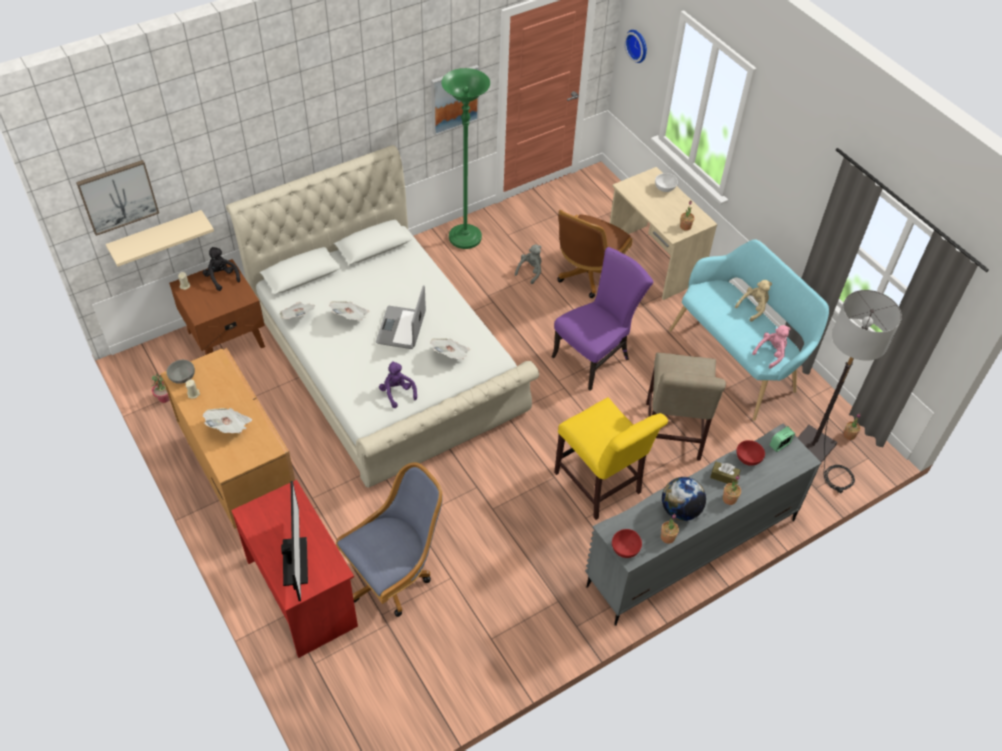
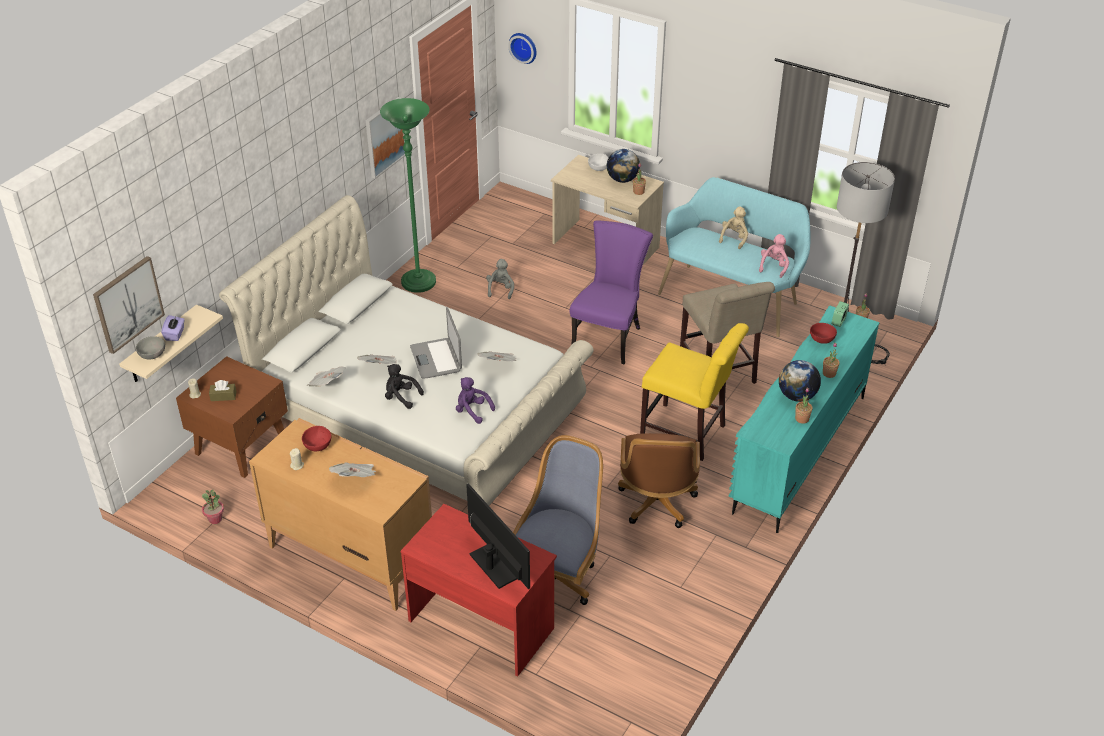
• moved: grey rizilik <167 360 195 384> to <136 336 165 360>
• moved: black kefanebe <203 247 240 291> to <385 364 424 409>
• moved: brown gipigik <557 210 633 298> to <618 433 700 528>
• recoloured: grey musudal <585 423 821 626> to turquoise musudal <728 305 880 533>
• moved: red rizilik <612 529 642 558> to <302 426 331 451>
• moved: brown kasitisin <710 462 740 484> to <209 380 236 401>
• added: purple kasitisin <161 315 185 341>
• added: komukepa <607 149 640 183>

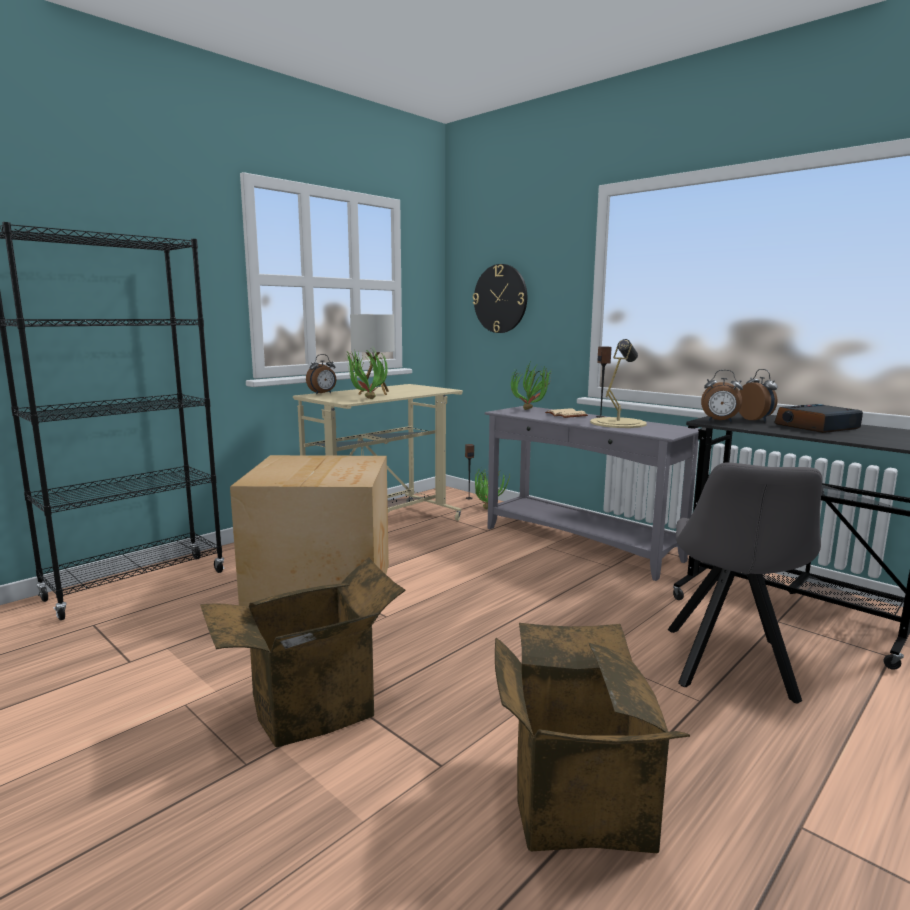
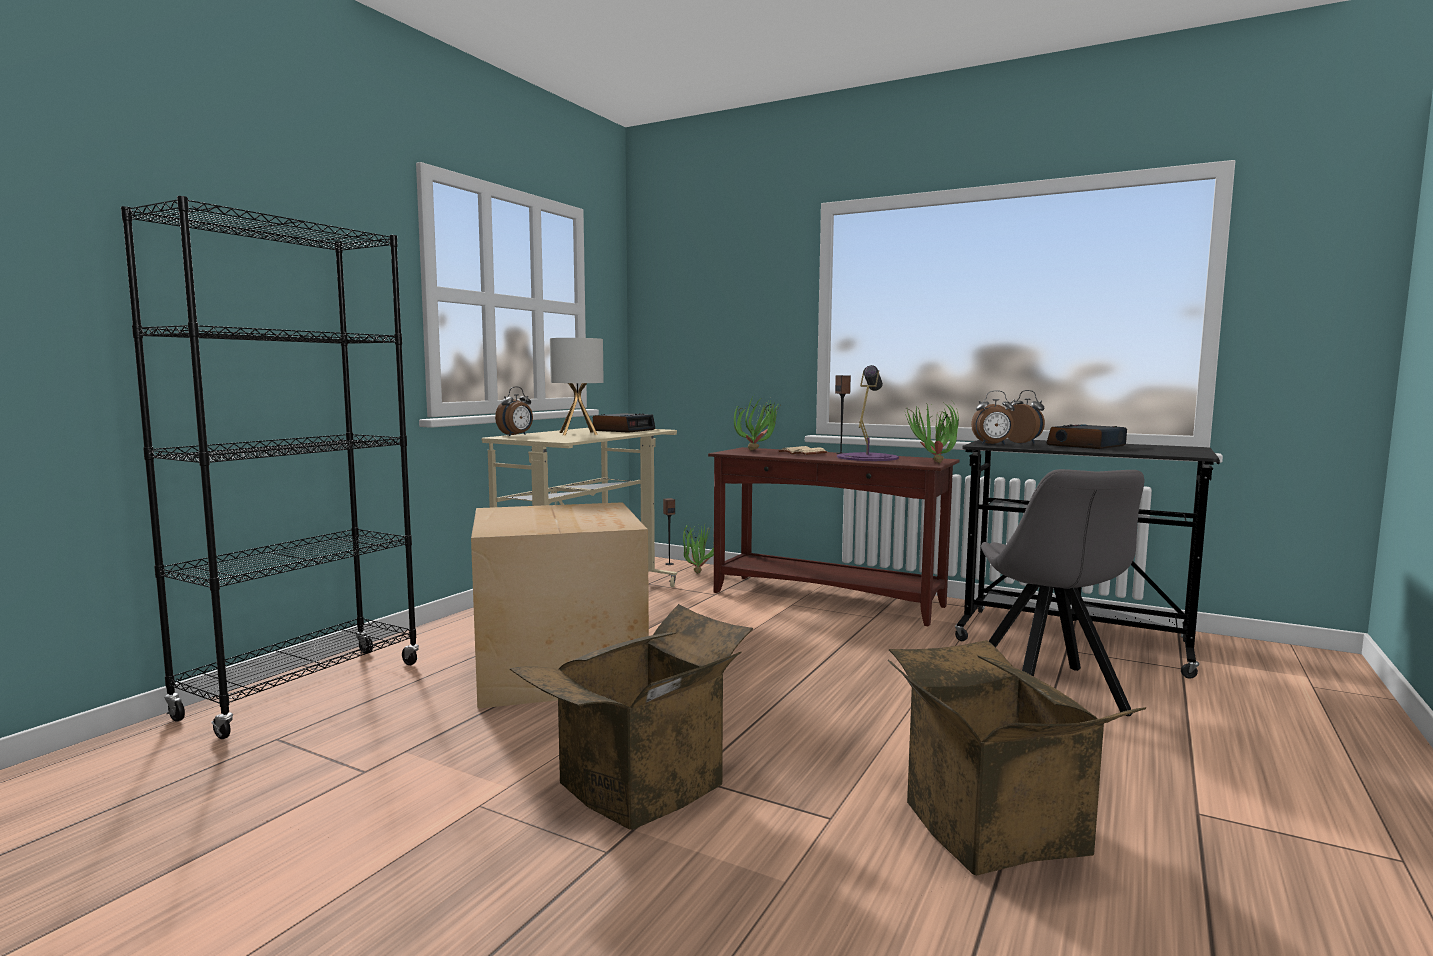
• moved: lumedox <343 349 388 399> to <905 403 959 463>
• removed: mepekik <473 264 527 333>
• recoloured: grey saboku <485 406 702 581> to brown saboku <708 447 960 626>
• recoloured: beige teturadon <590 339 647 428> to purple teturadon <837 365 899 461>
• added: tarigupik <593 413 655 433>

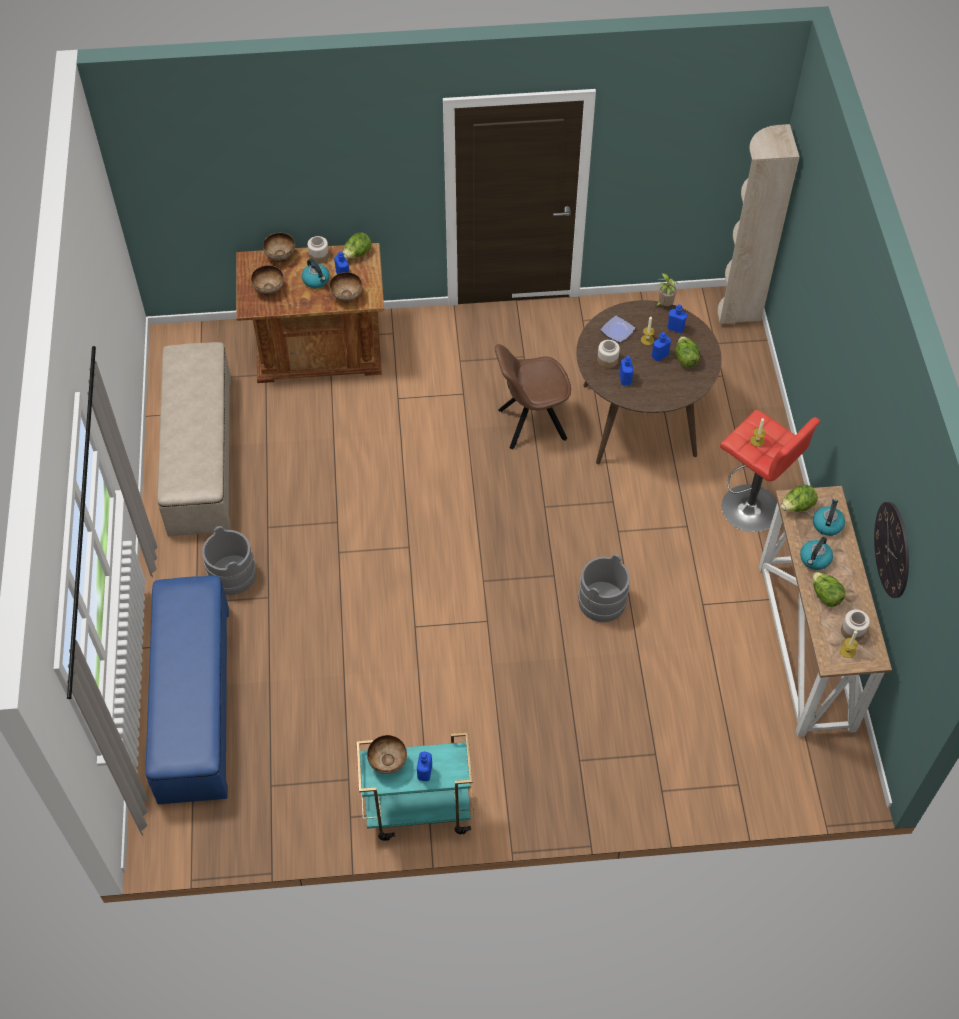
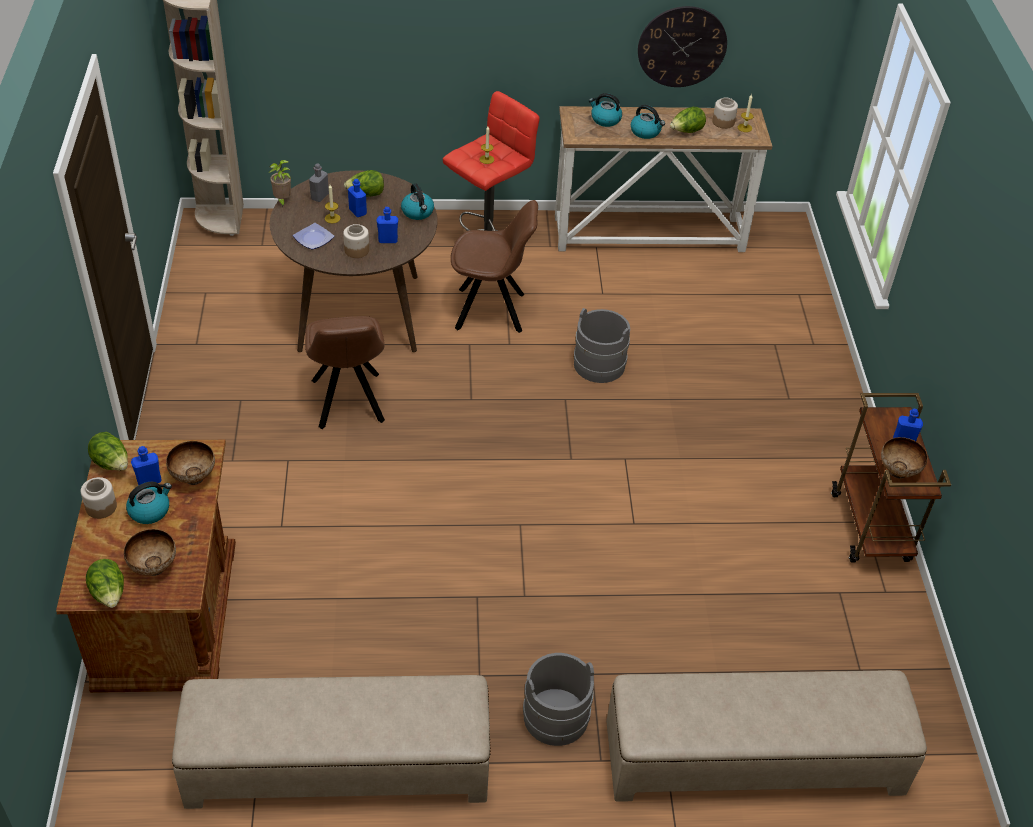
• recoloured: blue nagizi <145 576 229 804> to beige nagizi <606 670 927 802>
• removed: rizilik <263 233 295 262>
• recoloured: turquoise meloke <357 732 473 841> to brown meloke <831 393 951 563>
• recoloured: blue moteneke <667 304 687 333> to grey moteneke <309 163 329 202>
• moved: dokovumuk <781 485 818 512> to <86 559 124 608>
• added: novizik <401 184 434 220>
• added: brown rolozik <451 200 538 333>

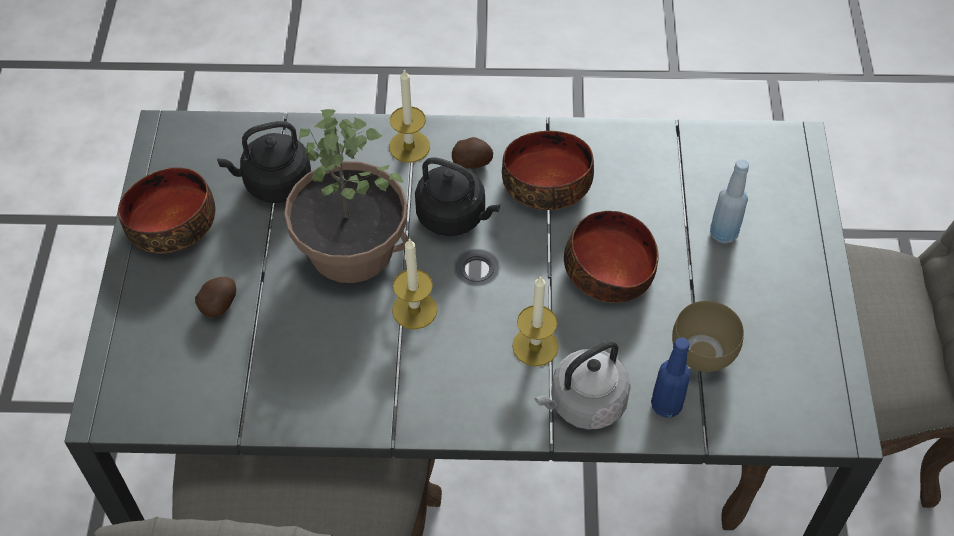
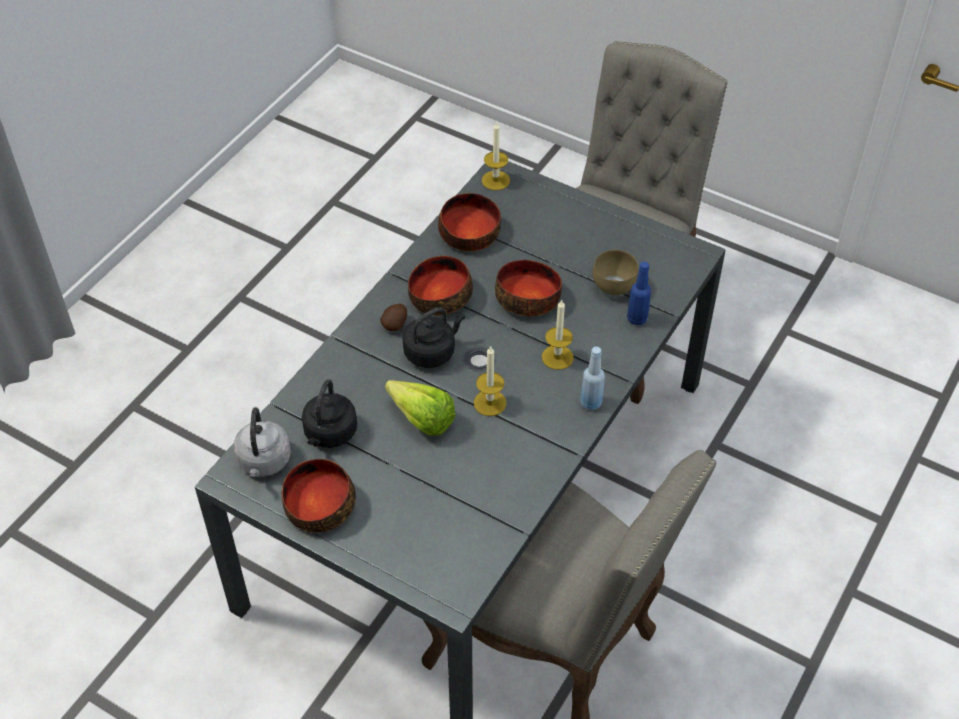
• removed: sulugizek <195 277 236 318>
• replaced: lumedox <284 109 409 283> to dokovumuk <385 380 456 436>
• moved: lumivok <389 68 430 163> to <482 121 510 190>
• moved: grey novizik <535 341 631 430> to <234 407 291 477>
• moved: blue moteneke <710 159 749 243> to <581 347 605 410>
• added: rizilik <438 193 501 251>

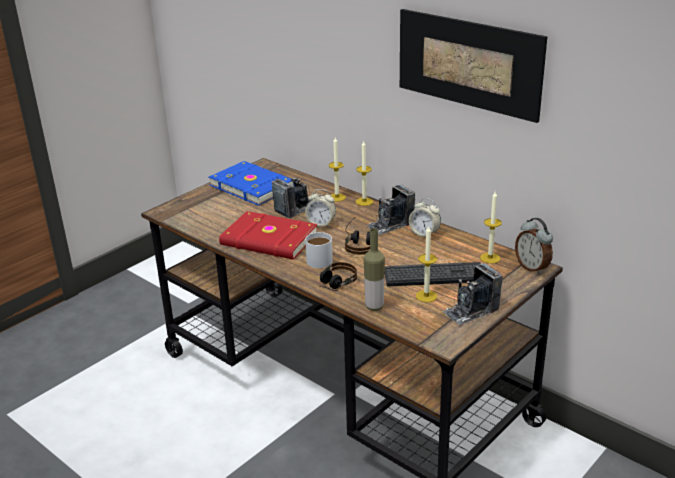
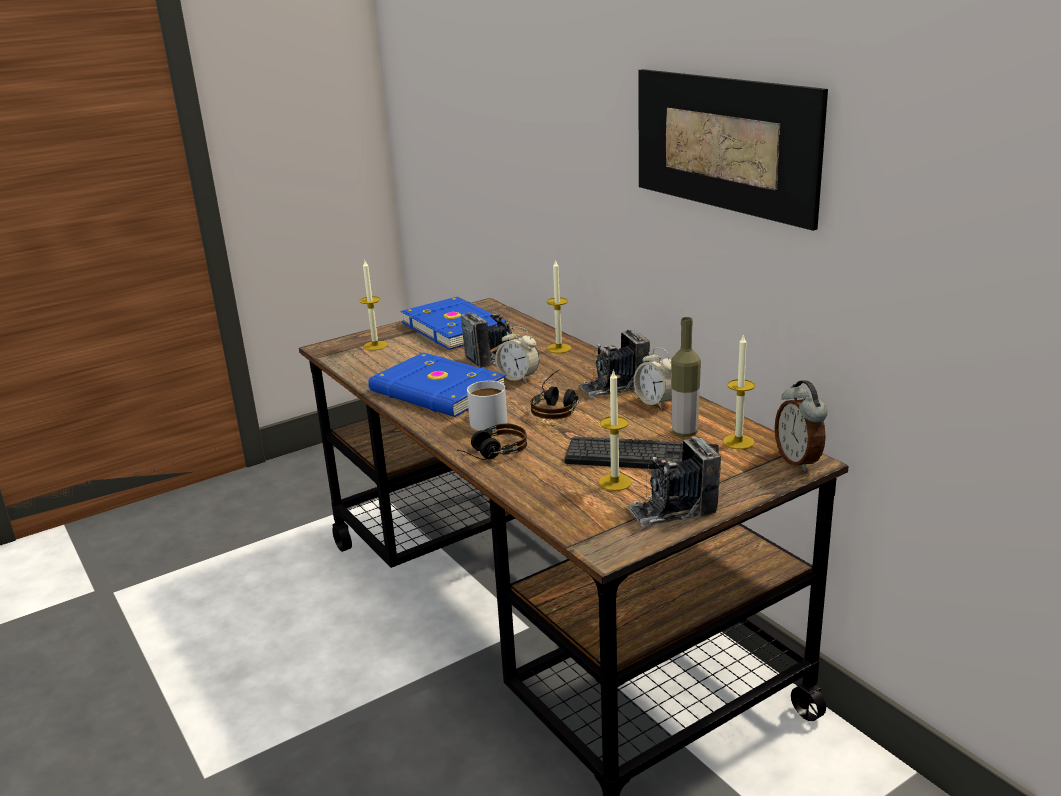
• recoloured: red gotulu <219 211 317 260> to blue gotulu <368 352 507 417>
• moved: lumivok <356 141 373 206> to <359 261 388 351>
• moved: moteneke <364 228 385 311> to <671 317 701 437>

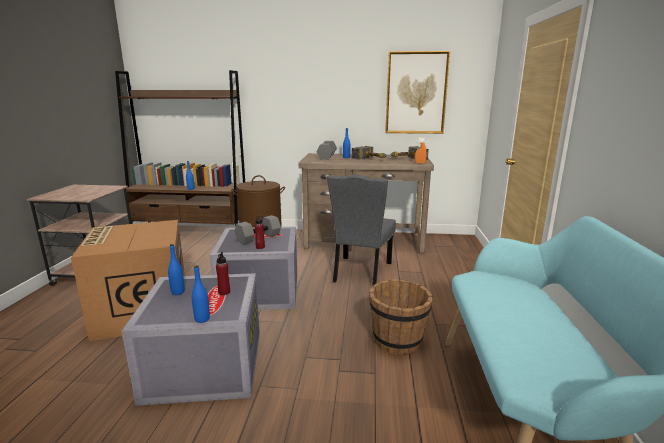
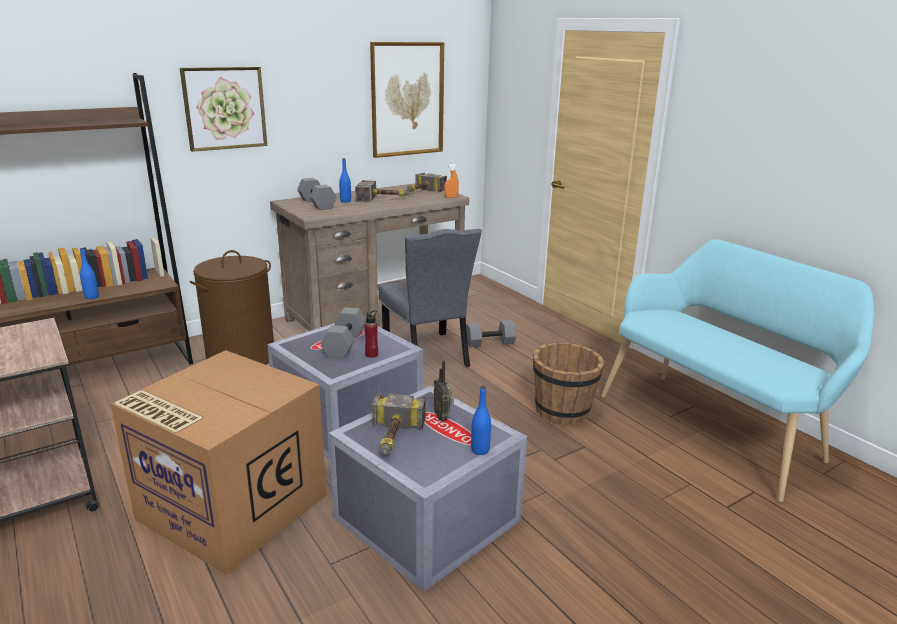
• replaced: blue moteneke <168 244 185 295> to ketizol <372 393 426 454>
• replaced: red moteneke <216 252 230 295> to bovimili <434 360 454 421>
• added: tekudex <180 67 267 152>
• added: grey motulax <466 320 516 347>

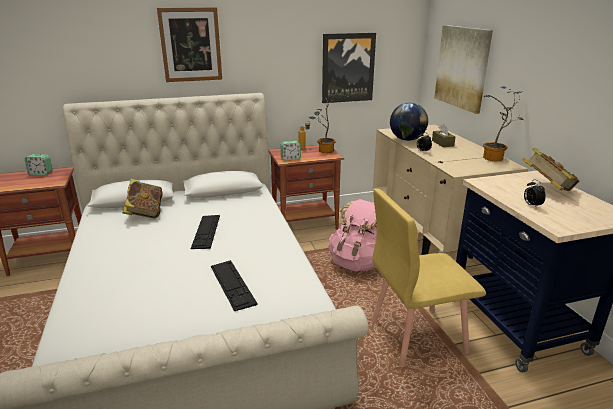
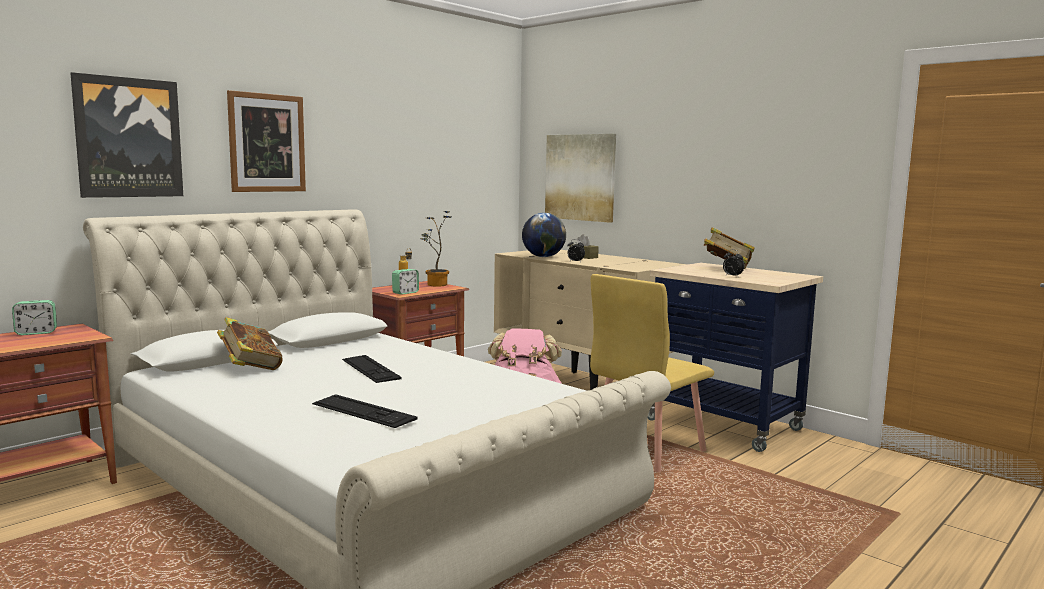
• moved: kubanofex <211 260 258 311> to <312 394 418 428>
• moved: tekudex <322 33 376 103> to <70 72 183 198>
• removed: lumedox <483 86 523 161>

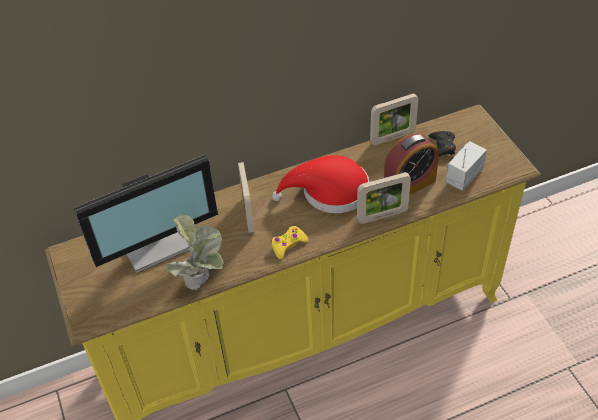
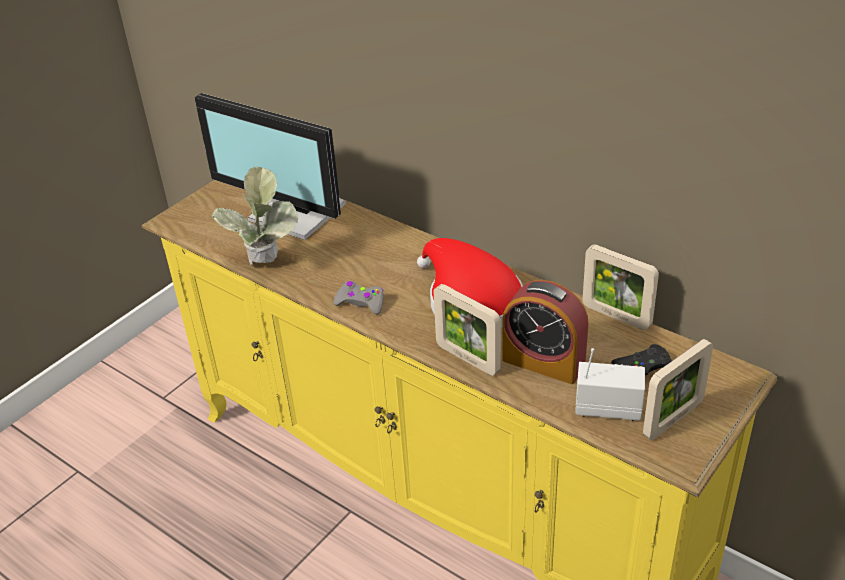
• moved: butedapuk <238 162 254 233> to <643 339 713 440>
• recoloured: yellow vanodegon <271 226 309 259> to grey vanodegon <334 281 384 314>

